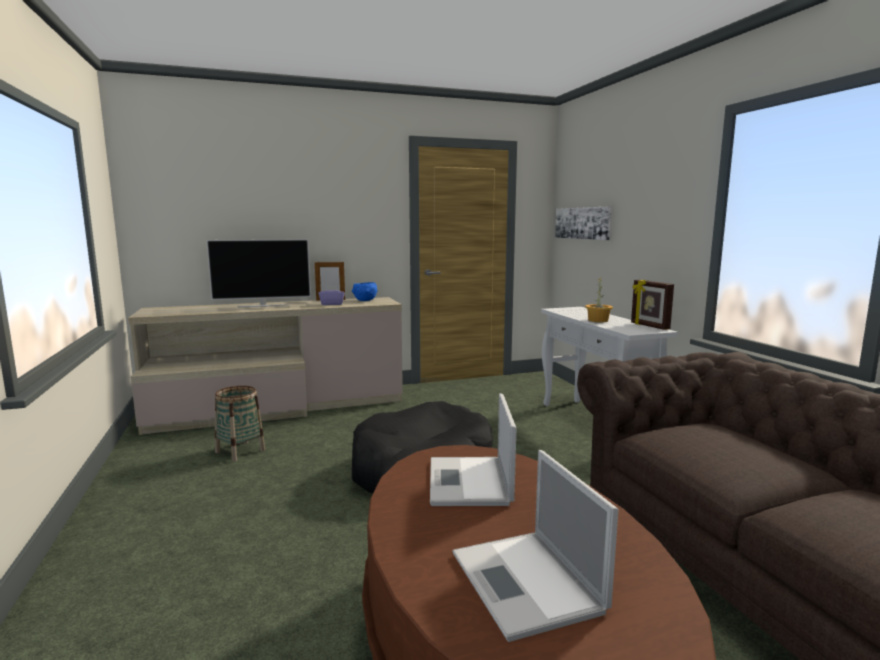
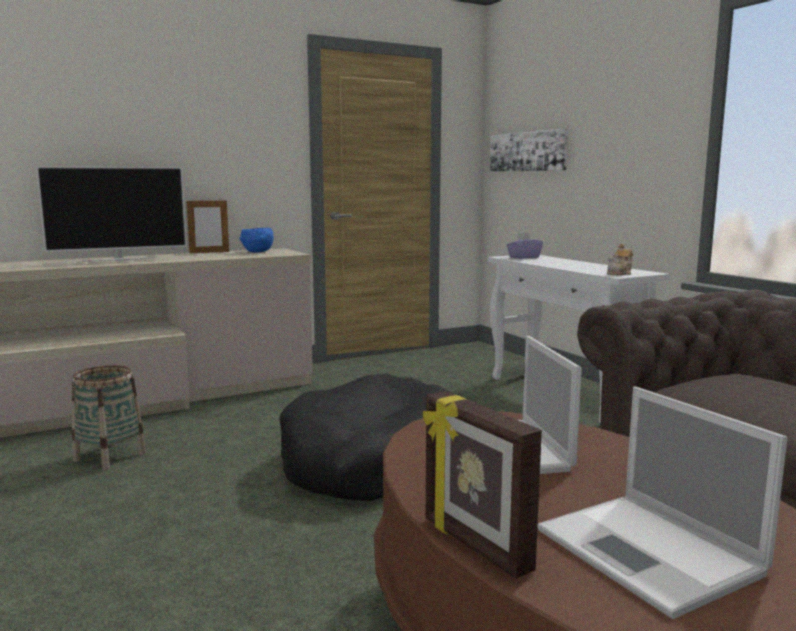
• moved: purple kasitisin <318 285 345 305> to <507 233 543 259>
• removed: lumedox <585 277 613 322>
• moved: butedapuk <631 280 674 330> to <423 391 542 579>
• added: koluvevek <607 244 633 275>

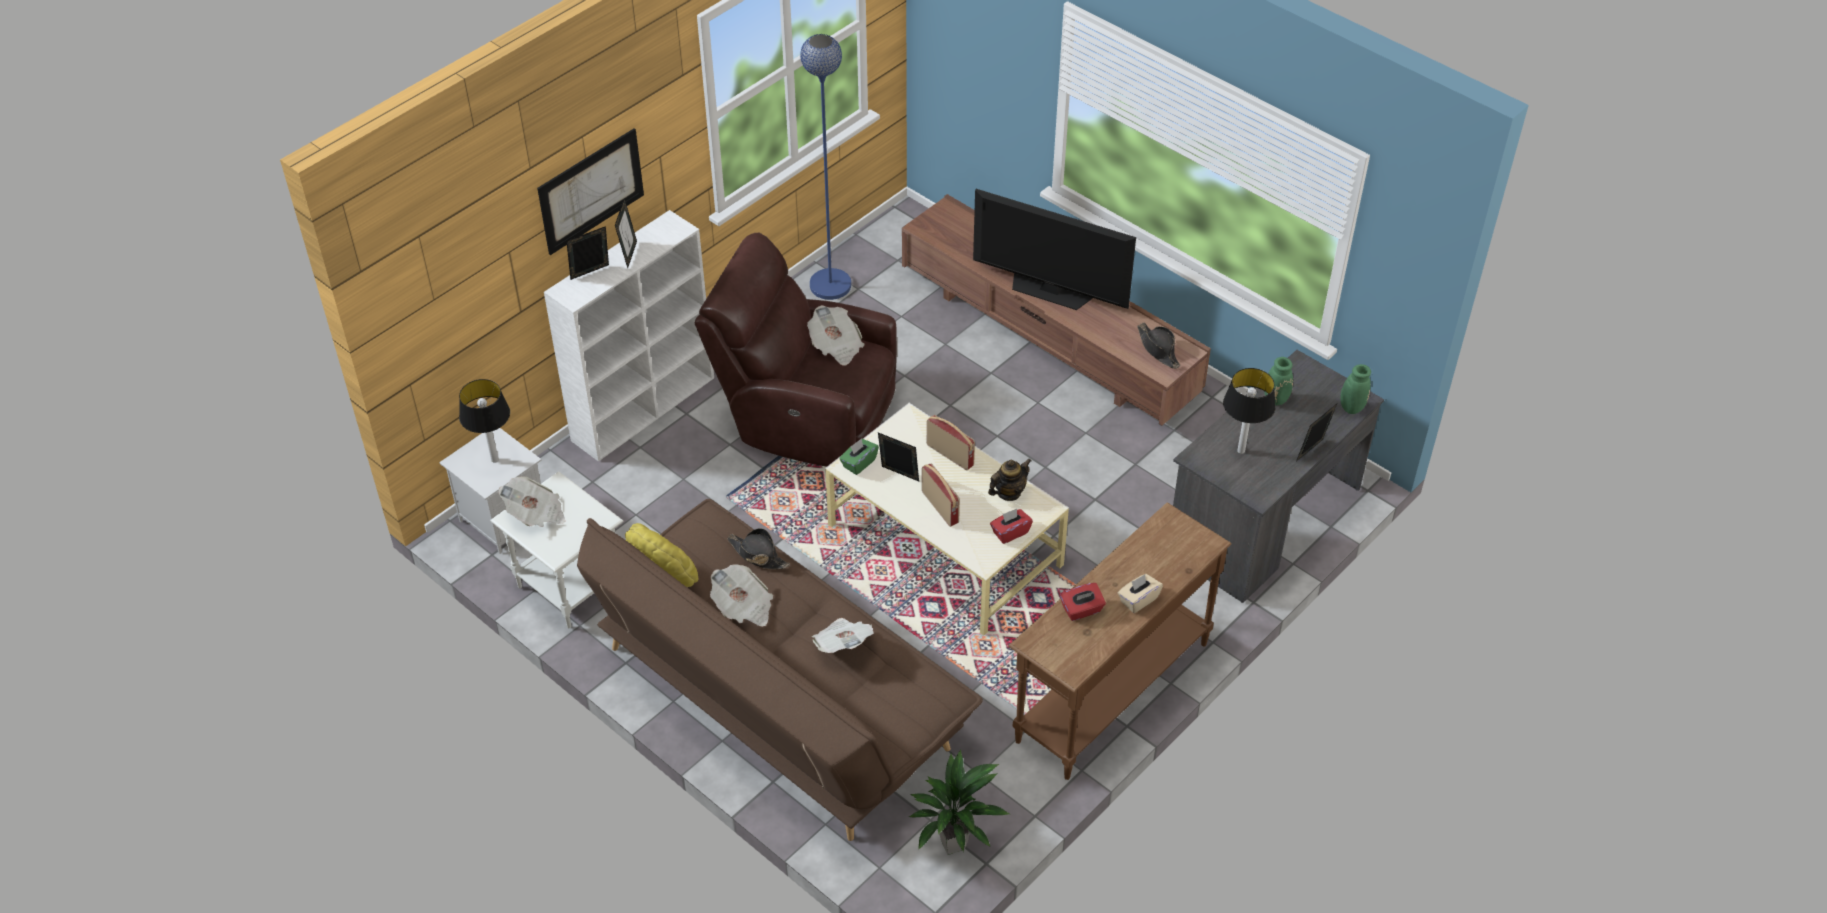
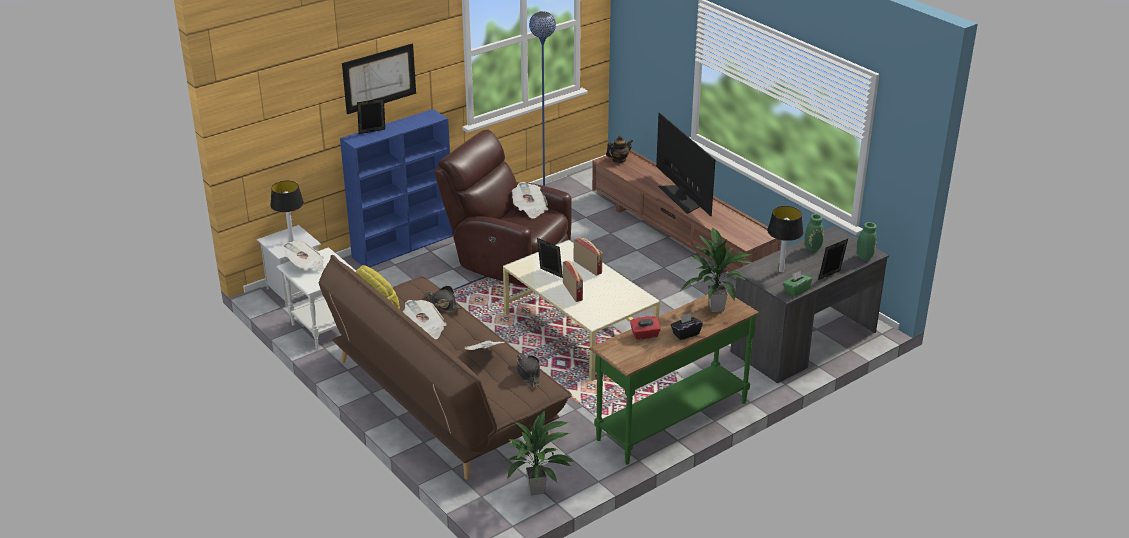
• recoloured: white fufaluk <544 210 714 462> to blue fufaluk <340 109 453 268>
• removed: butedapuk <615 198 637 268>
• moved: green kasitisin <839 438 879 475> to <783 271 812 297>
• turned: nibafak <973 189 1136 310> = <656 112 715 216> 150 degrees counterclockwise
• moved: koluvevek <988 459 1031 501> to <606 136 633 163>
• removed: red kasitisin <990 508 1033 544>
• recoloured: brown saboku <1009 502 1232 780> to green saboku <589 292 760 464>
• recoloured: beige kasitisin <1118 574 1163 613> to black kasitisin <671 313 703 340>
• moved: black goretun <1137 323 1180 369> to <517 353 540 388>
• added: lumedox <681 228 751 312>

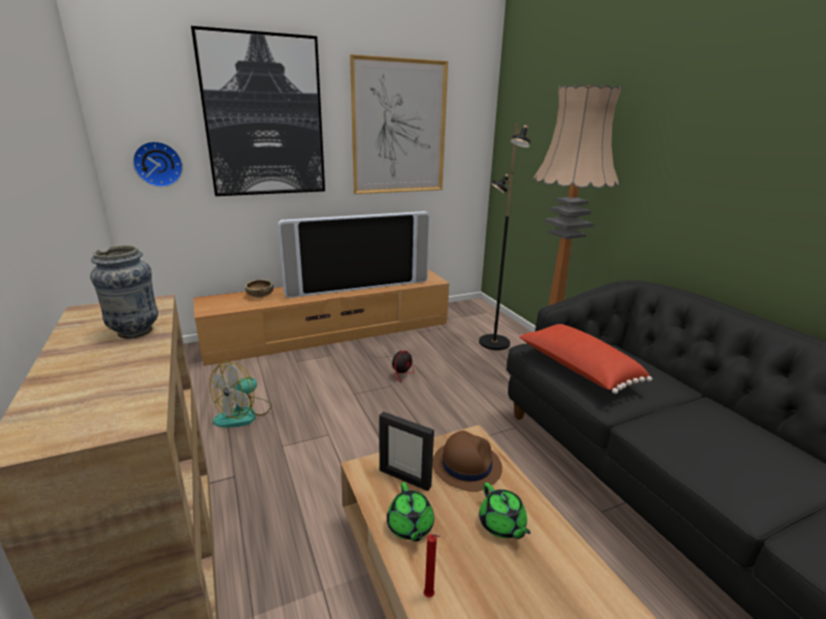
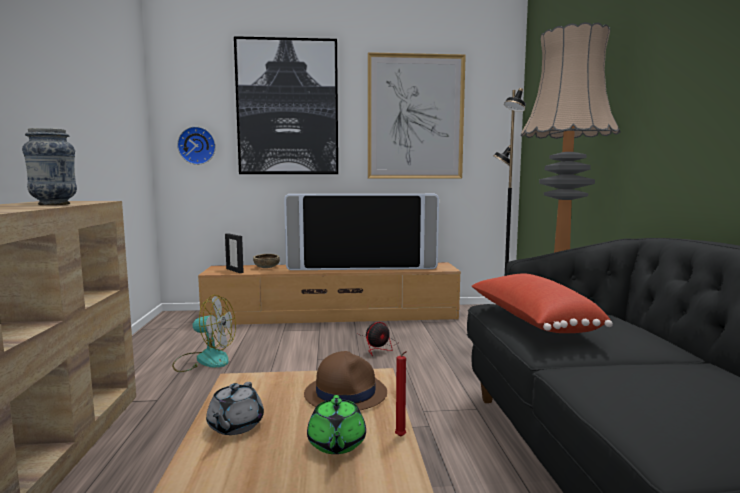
• turned: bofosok <210 361 272 427> = <172 295 236 372> 135 degrees counterclockwise
• moved: butedapuk <379 412 434 491> to <225 233 244 273>
• recoloured: green koluvevek <387 482 434 541> to grey koluvevek <206 382 264 435>
• moved: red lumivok <424 534 440 597> to <395 351 407 437>

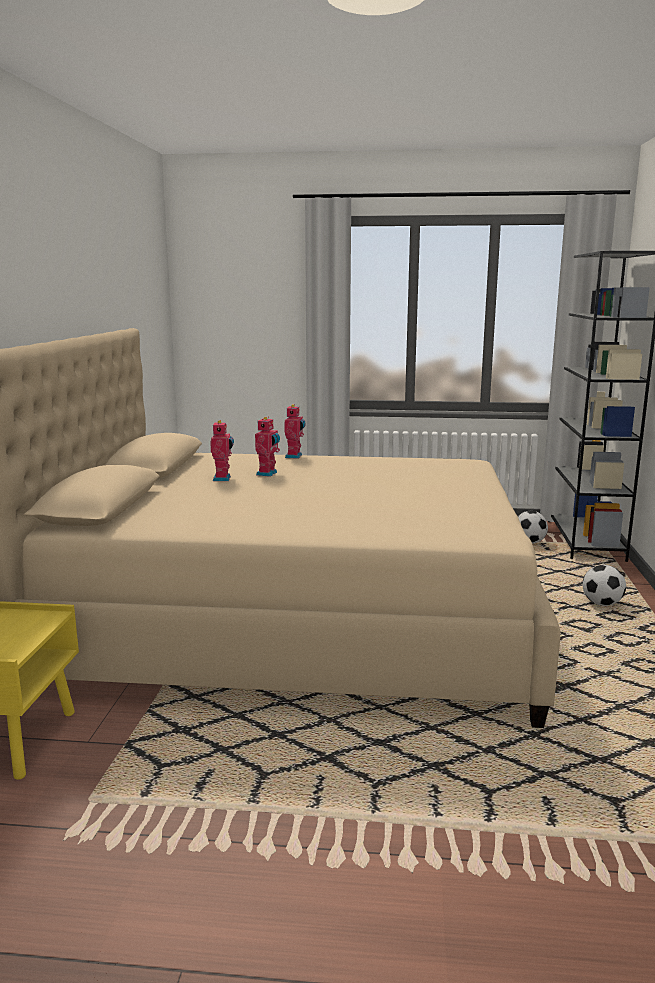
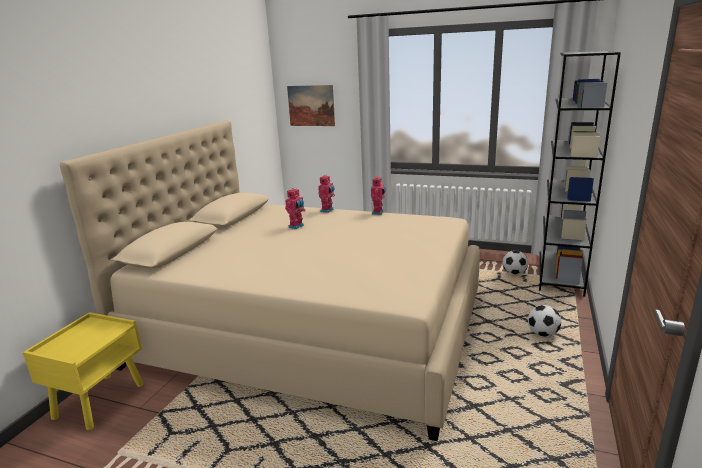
• moved: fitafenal <210 420 234 481> to <371 176 386 215>
• added: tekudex <287 85 335 126>

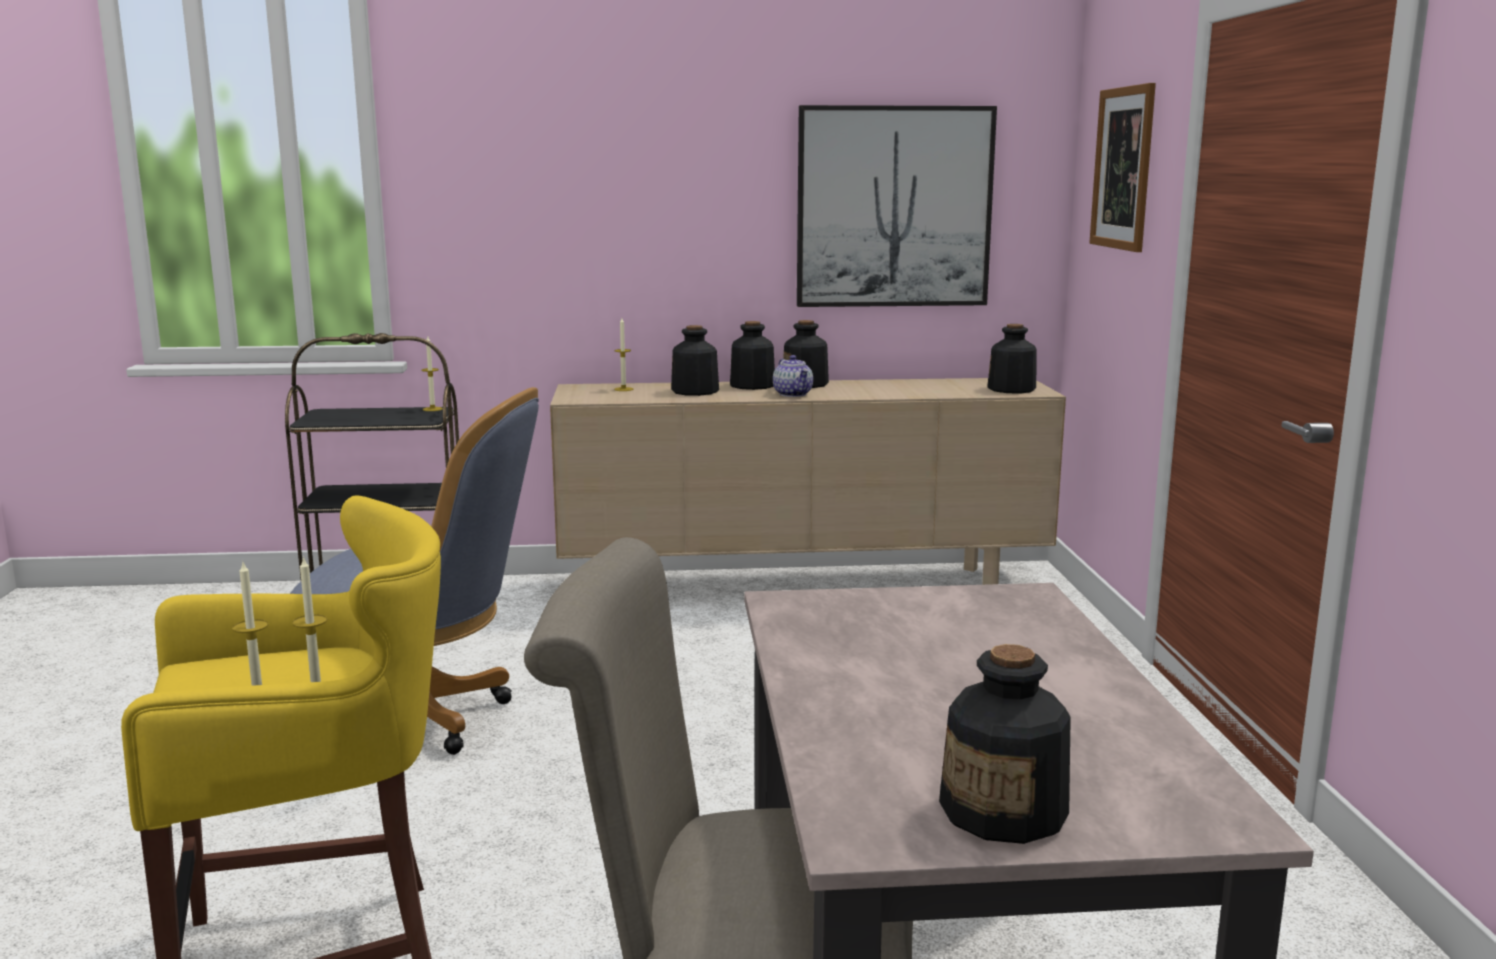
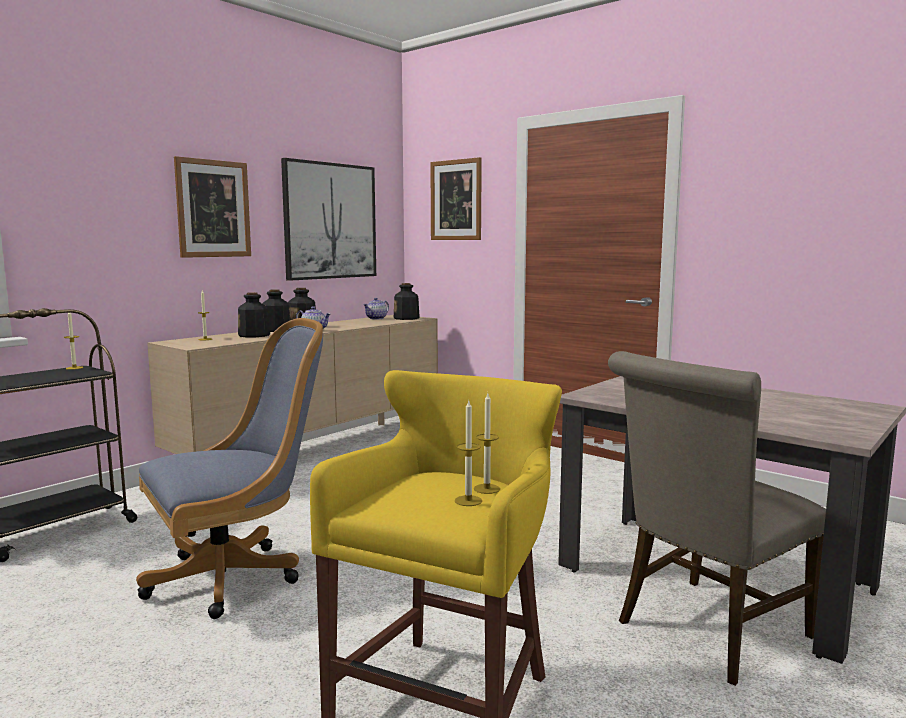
• removed: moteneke <939 644 1071 844>
• added: tekudex <174 156 251 258>
• added: koluvevek <363 298 389 319>

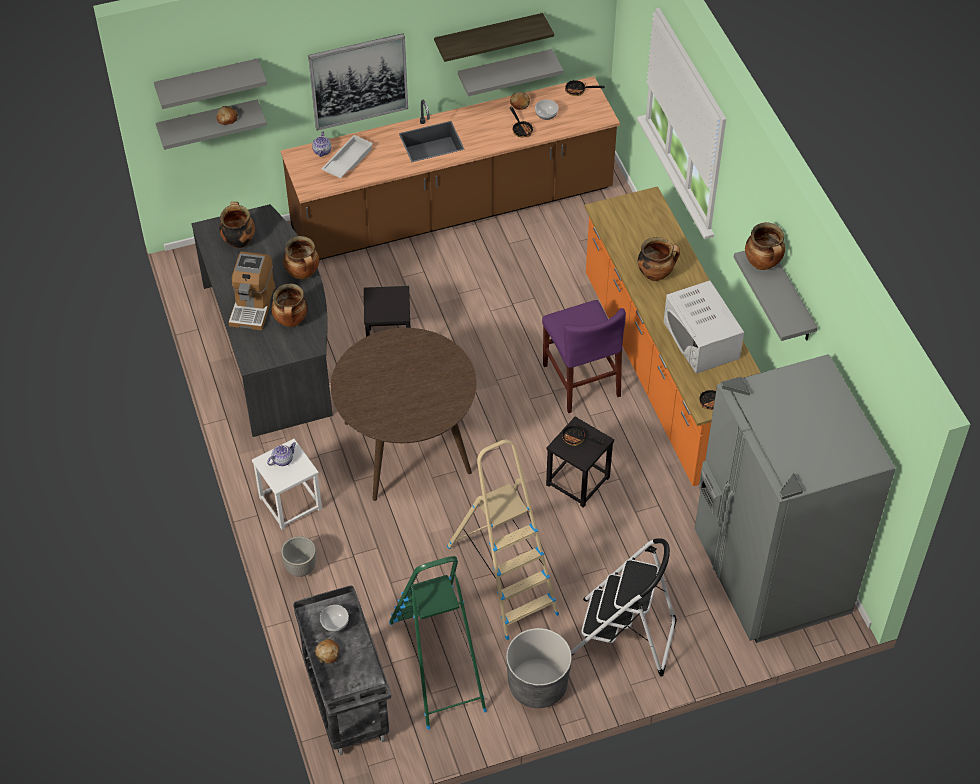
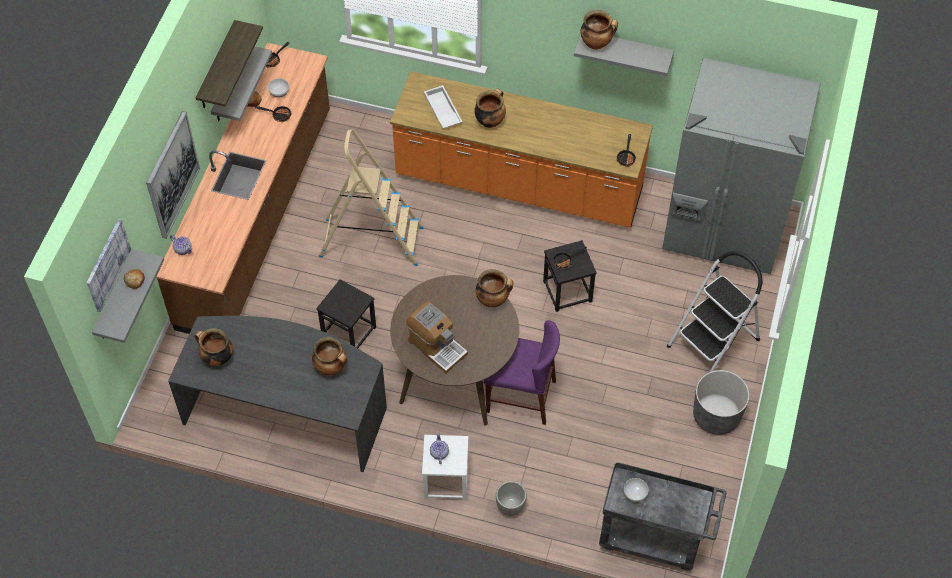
• replaced: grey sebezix <154 58 267 109> to tekudex <86 219 131 312>
• moved: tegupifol <229 251 275 330> to <406 301 468 374>
• moved: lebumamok <283 236 319 279> to <476 269 513 307>
• removed: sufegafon <315 639 339 664>
• moved: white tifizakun <322 135 373 178> to <424 85 462 128>
• removed: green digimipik <389 556 487 730>
• moved: beige digimipik <447 440 559 640> to <319 129 424 266>
• moved: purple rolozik <542 300 626 413> to <484 320 560 425>
• removed: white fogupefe <664 280 744 374>

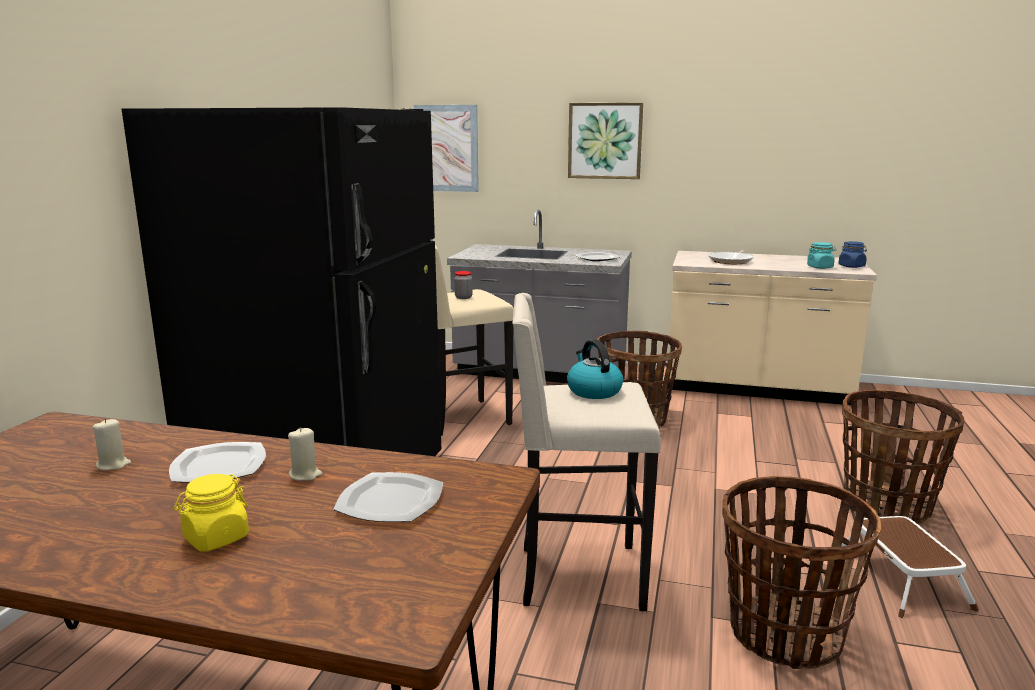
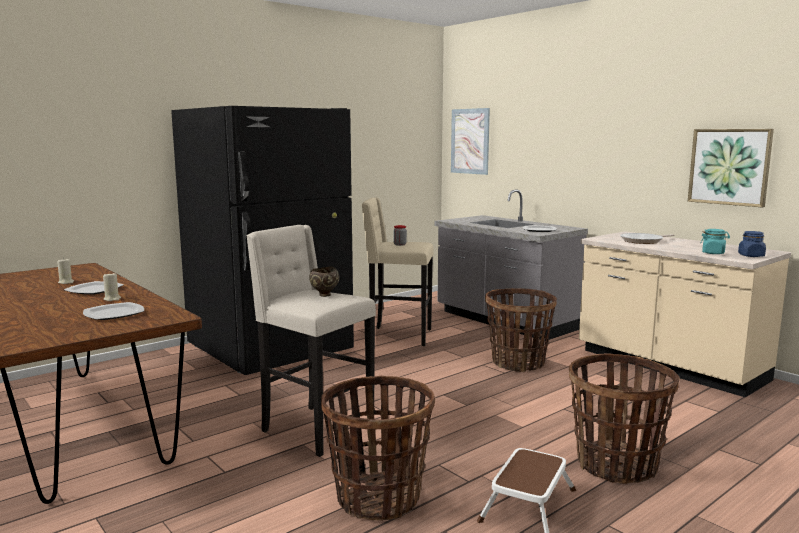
• removed: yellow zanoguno <174 474 249 551>
• replaced: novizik <567 339 623 399> to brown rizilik <309 266 339 297>
• moved: tekudex <568 102 643 179> to <688 129 774 207>

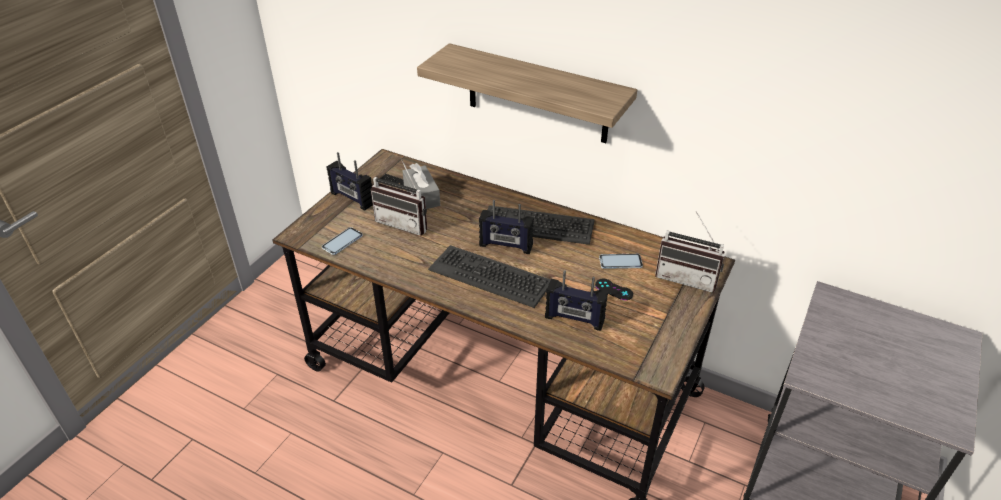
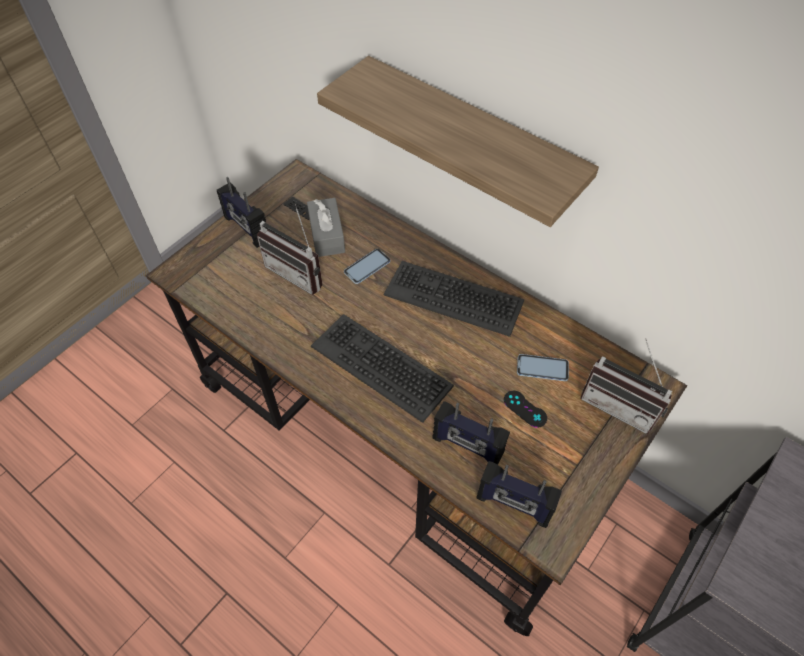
• moved: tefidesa <322 227 363 255> to <344 249 391 284>
• moved: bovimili <479 200 534 254> to <476 461 562 528>

